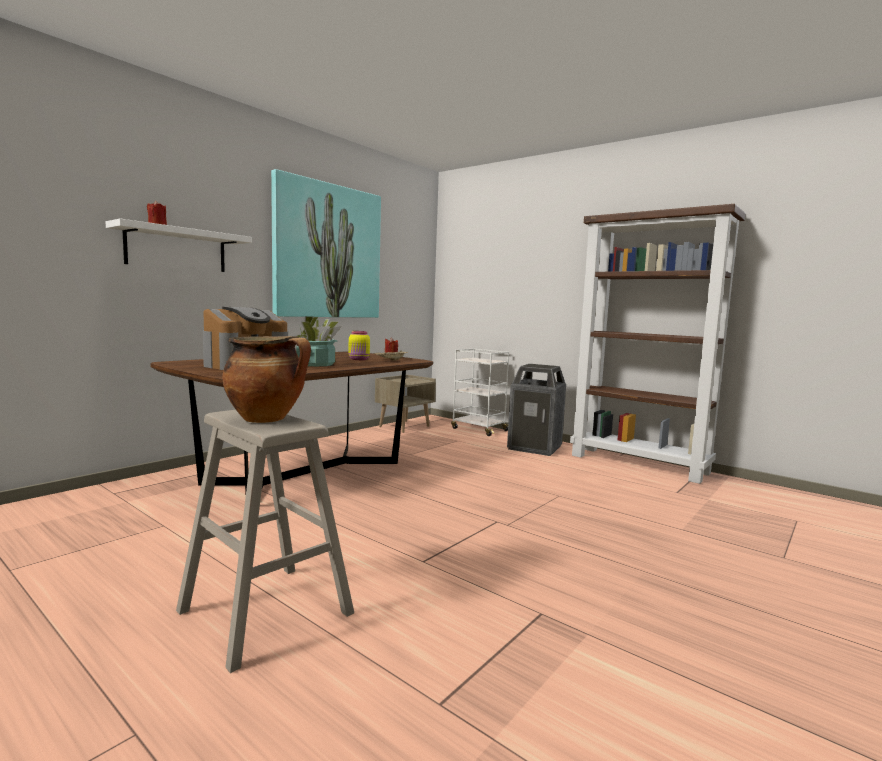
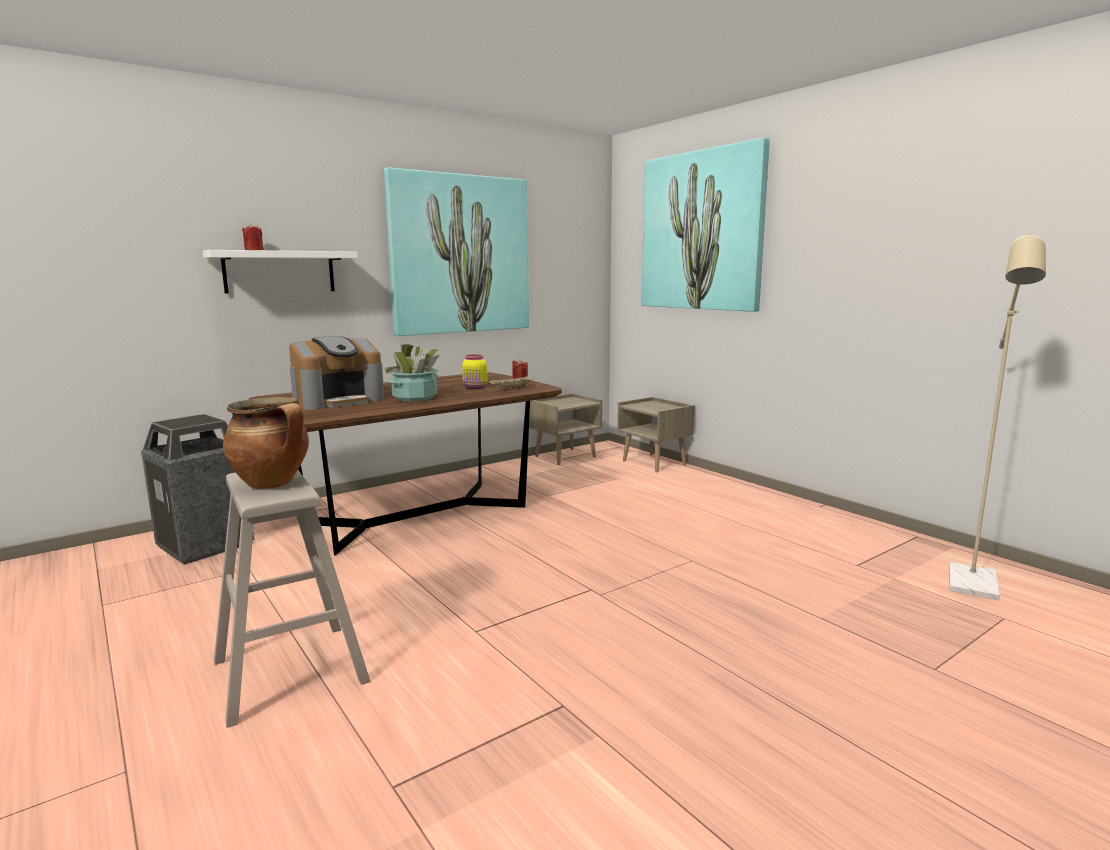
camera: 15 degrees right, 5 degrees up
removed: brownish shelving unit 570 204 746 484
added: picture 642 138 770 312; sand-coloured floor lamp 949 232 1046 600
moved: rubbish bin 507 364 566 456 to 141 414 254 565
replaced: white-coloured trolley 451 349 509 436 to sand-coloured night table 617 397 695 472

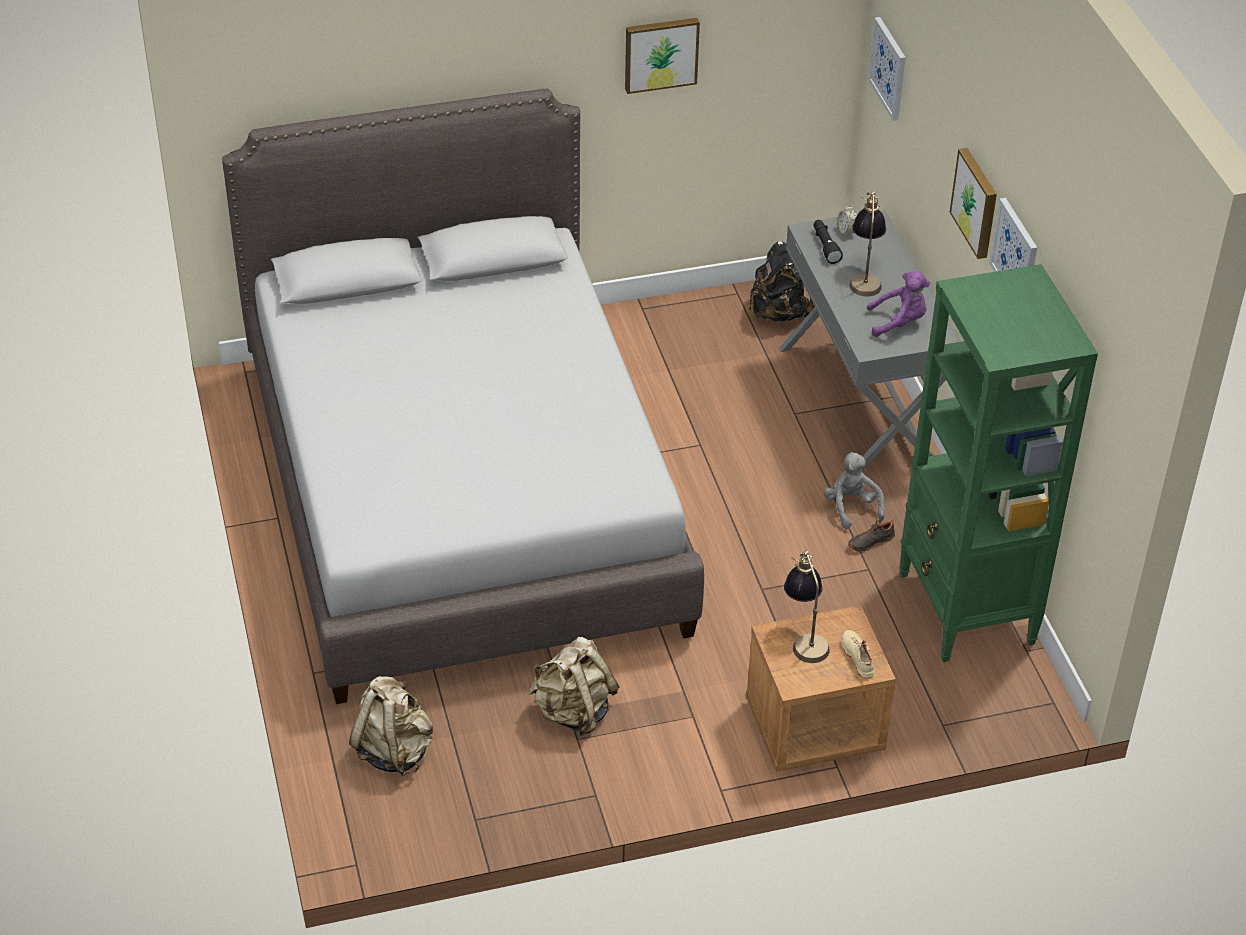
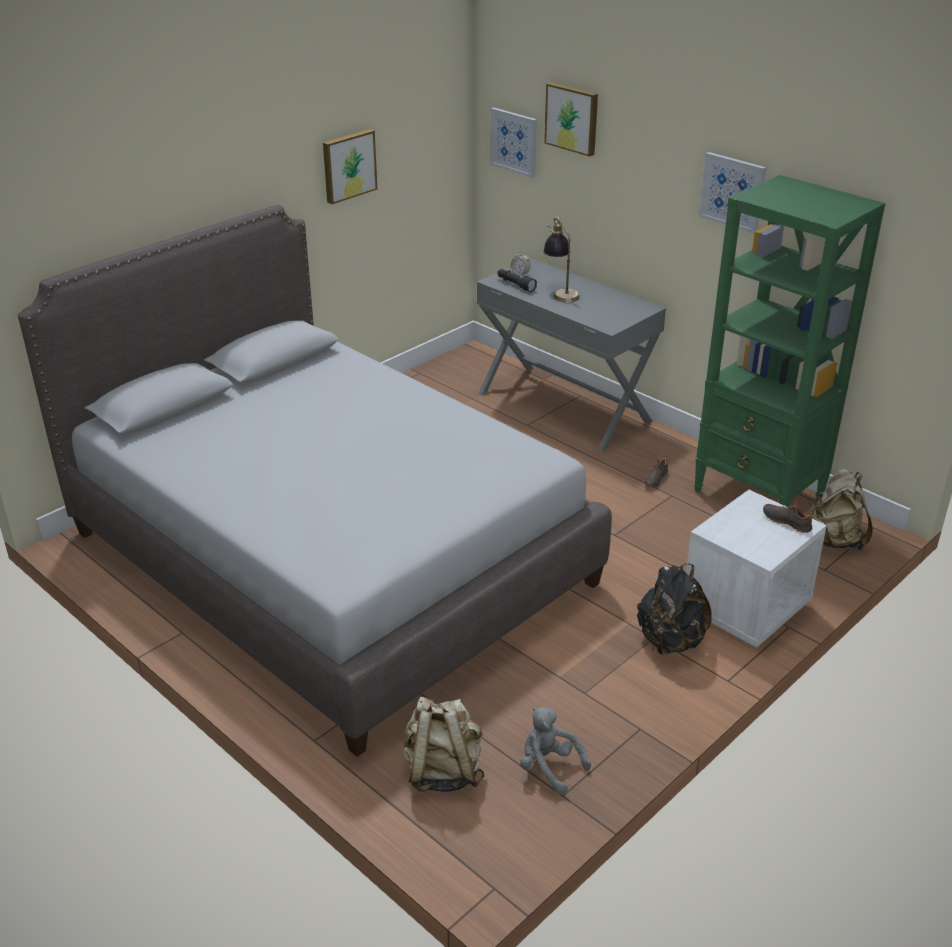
camera: 30 degrees left, 10 degrees down
removed: table lamp 784 550 830 663; purple cuddly toy 867 271 930 337
moved: sand-coloured backpack 528 637 619 736 to 807 469 873 550; black backpack 749 241 815 322 to 637 564 712 655; grey cuddly toy 823 452 885 529 to 520 707 591 795; picture 950 148 997 259 to 544 82 598 157
recoloured: brownish night table 746 605 896 772 to white-coloured night table 686 490 827 648; sand-coloured shoe 842 630 875 678 to black shoe 763 500 814 533

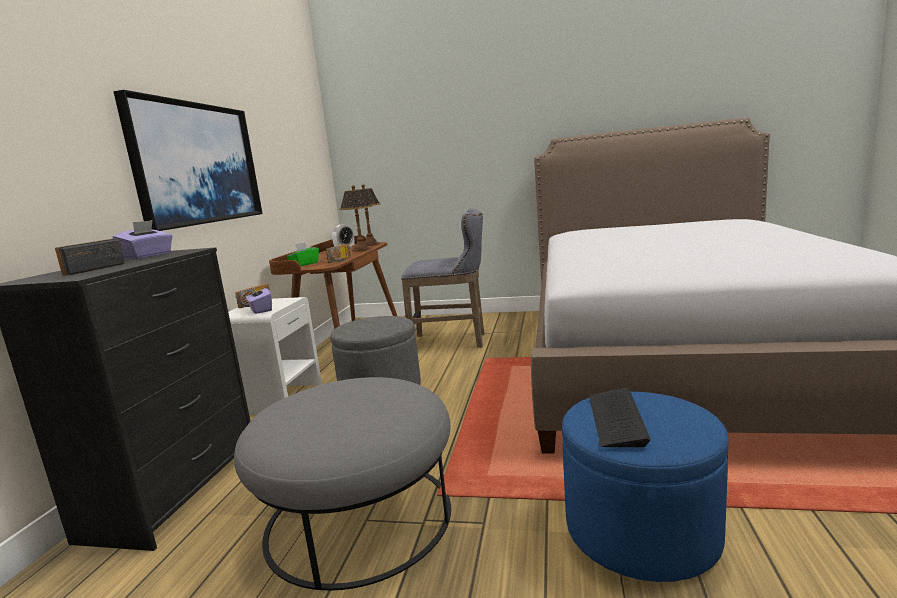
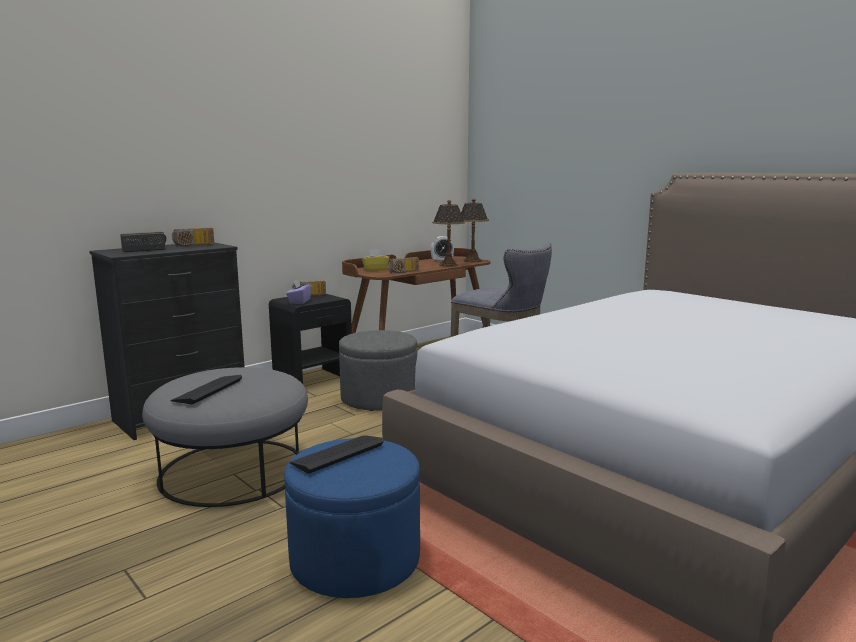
camera: 35 degrees right, 0 degrees up
removed: picture 113 90 263 231
added: PC keyboard 170 375 242 404
replaced: purple tissue box 113 220 173 259 to radio 172 228 214 247
recoloured: white-coloured night table 228 297 322 415 to black night table 269 294 352 384; green-coloured tissue box 287 242 319 266 to yellowish tissue box 362 249 389 271

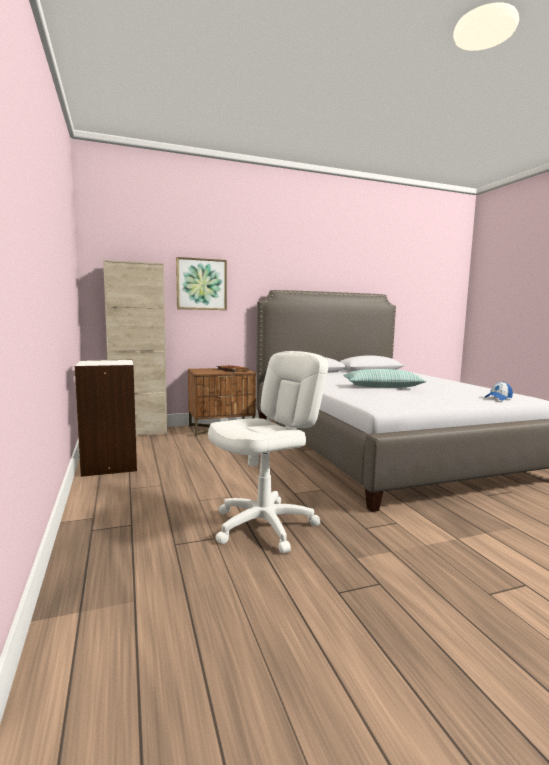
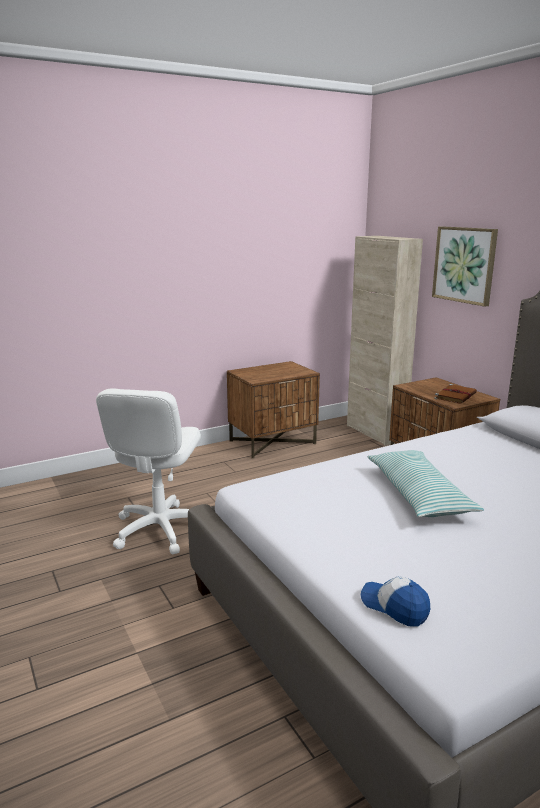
camera: 80 degrees right, 10 degrees up
replaced: white-coloured shelving unit 75 360 137 477 to brownish night table 227 361 320 459
turned: white-coloured office chair 208 351 329 553 = 96 388 201 554 60 degrees clockwise

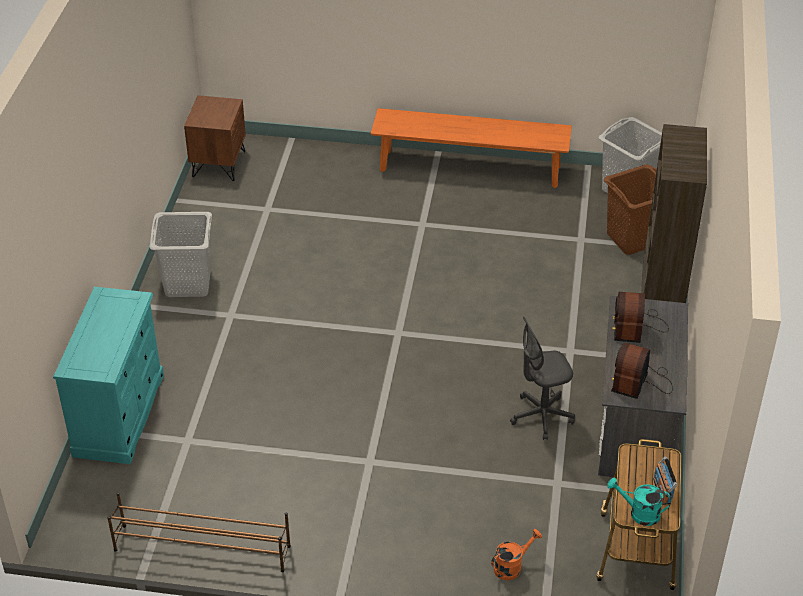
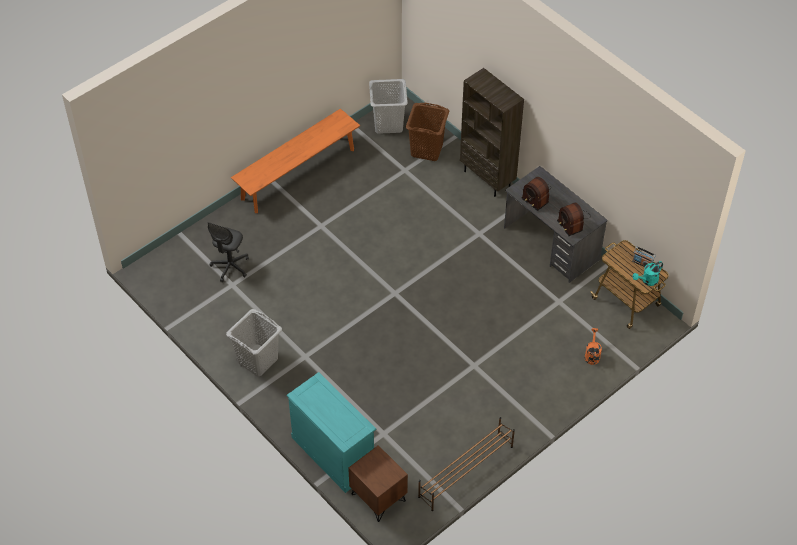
camera: 50 degrees left, 10 degrees up
moved: brownish night table 184 95 246 181 to 348 445 408 522; grey office chair 510 316 575 440 to 207 222 249 282

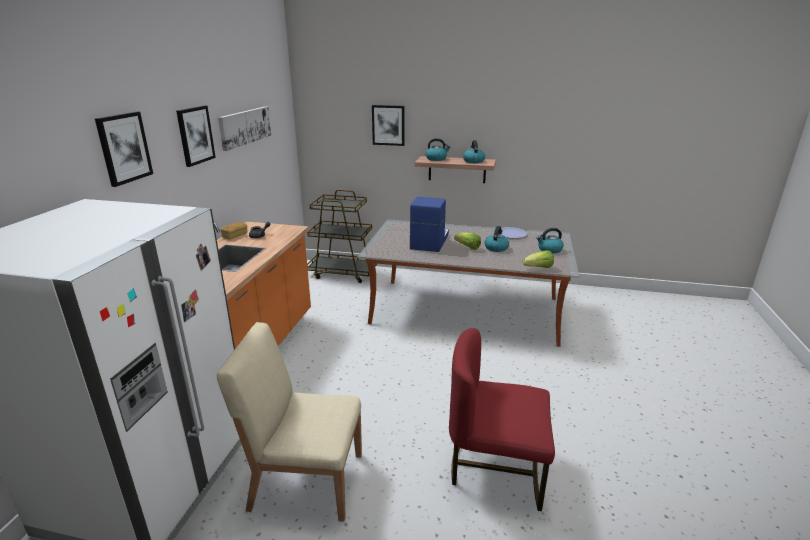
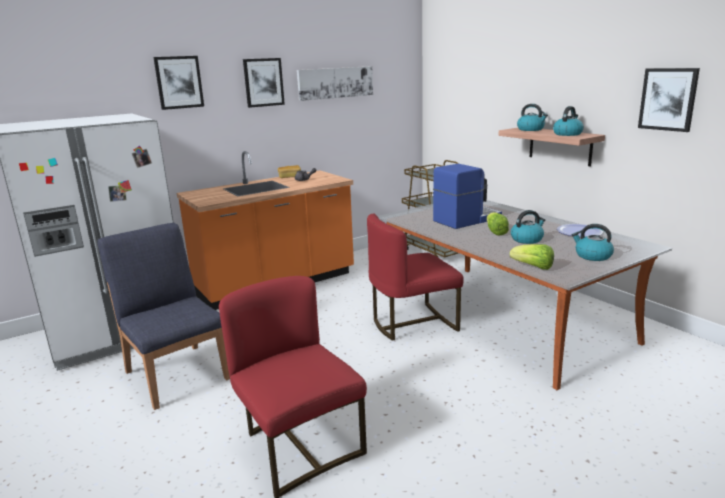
camera: 45 degrees right, 5 degrees down
added: red chair 367 214 464 341
moved: picture 372 105 405 146 to 638 68 700 132
recoloured: sand-coloured chair 217 322 362 522 to blue chair 97 223 230 410

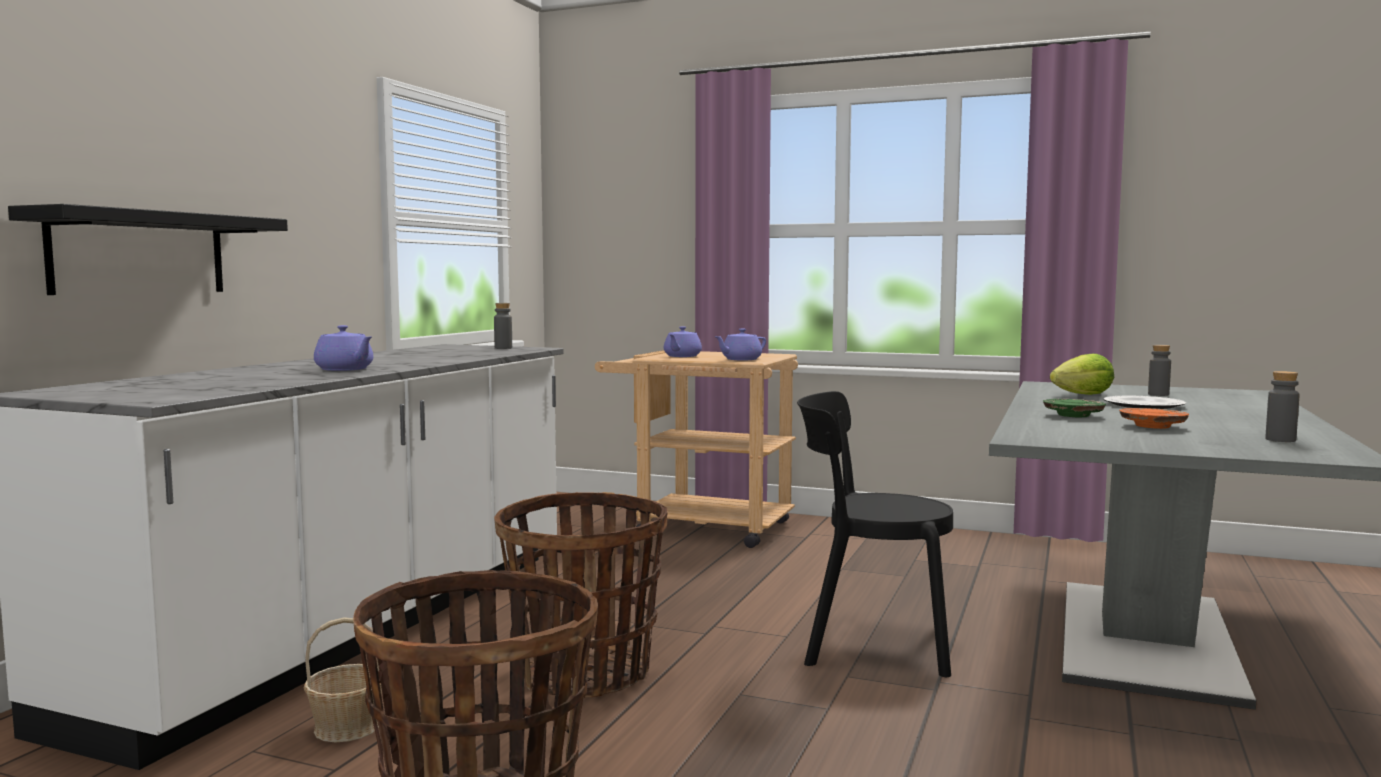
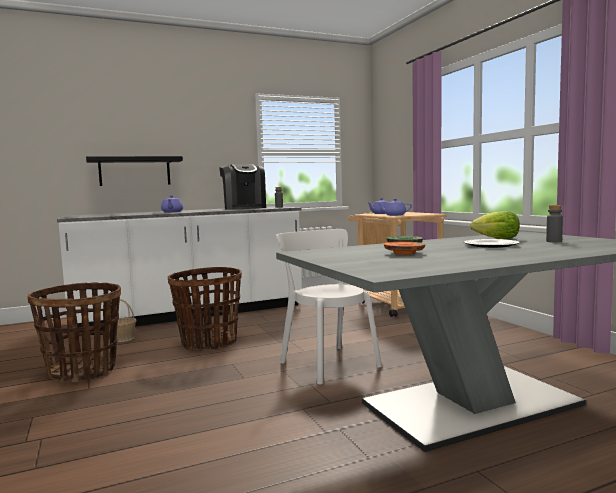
camera: 45 degrees right, 0 degrees up
removed: grey drink bottle 1265 371 1299 442
added: coffee maker 219 164 266 210
recoloured: black chair 797 391 953 677 to white-coloured chair 276 229 382 384

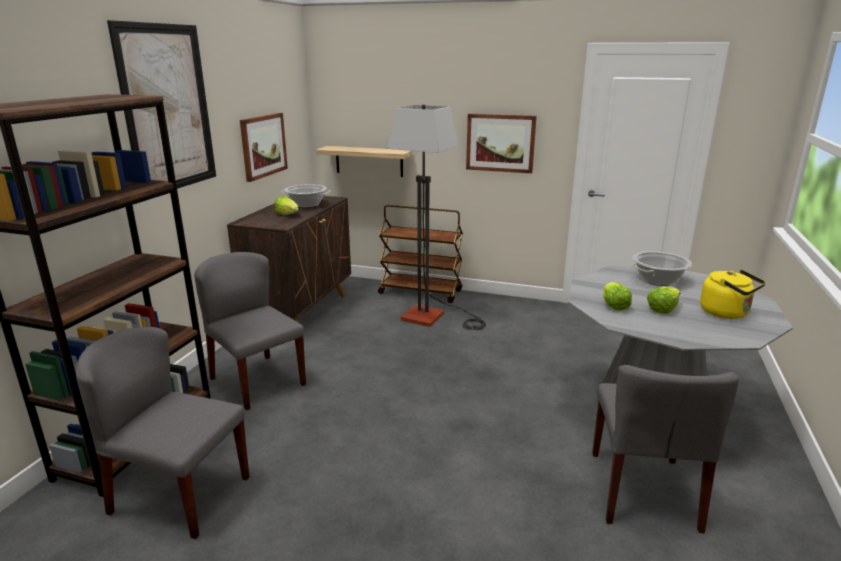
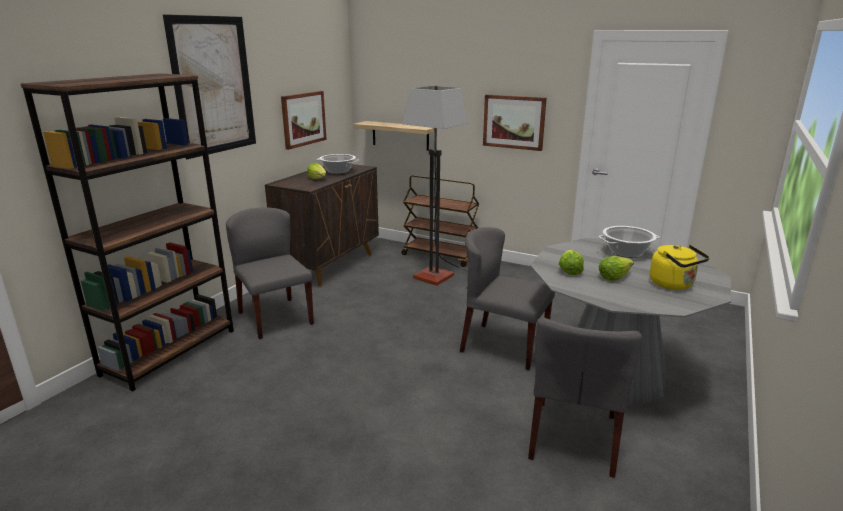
camera: 10 degrees right, 0 degrees up
moved: grey chair 76 327 249 539 to 460 227 555 370

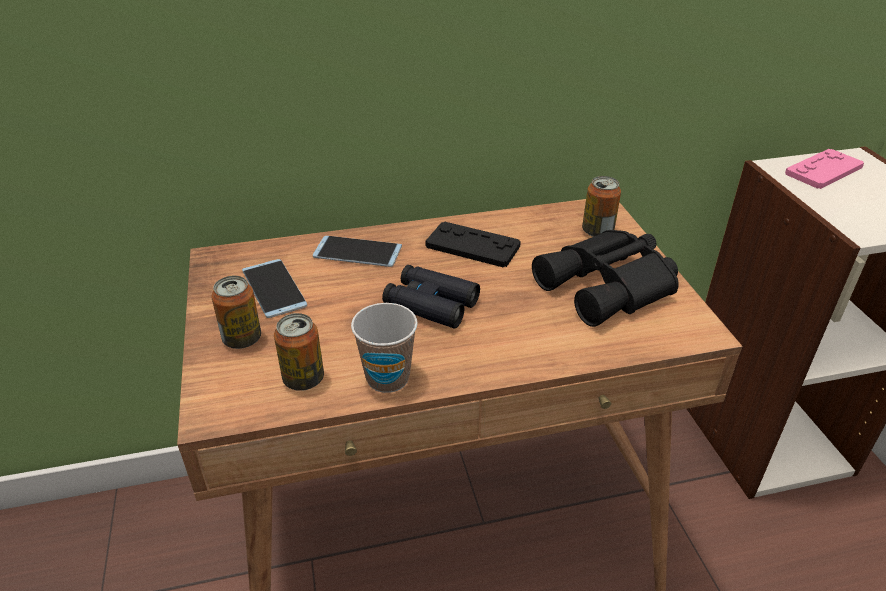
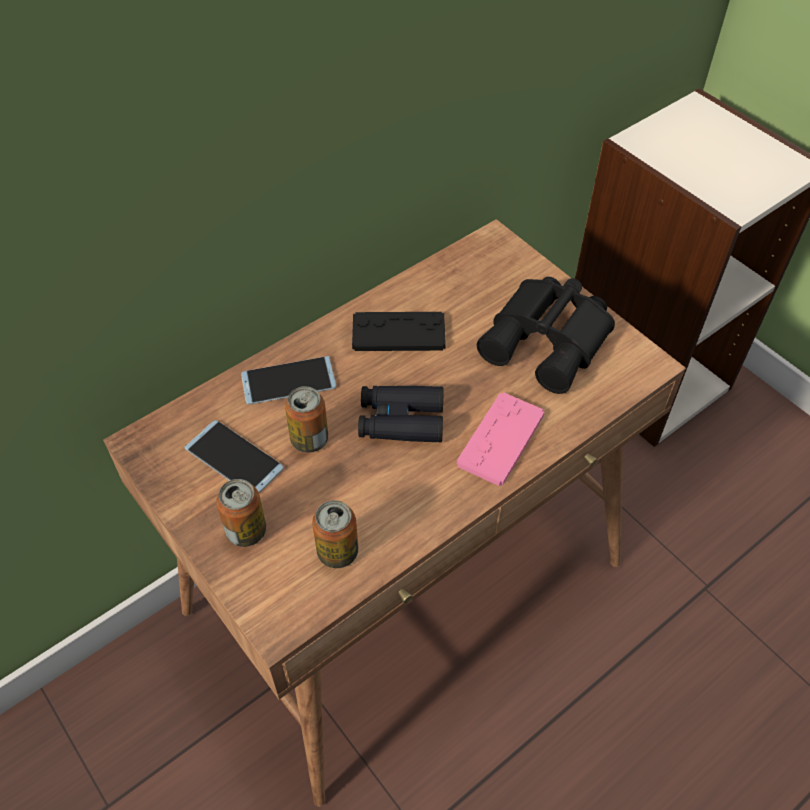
camera: 25 degrees left, 15 degrees up
removed: cup 351 303 417 393
moved: sealed can 582 176 621 237 to 285 386 328 453; pink-coloured joypad 785 149 864 189 to 457 392 544 486

